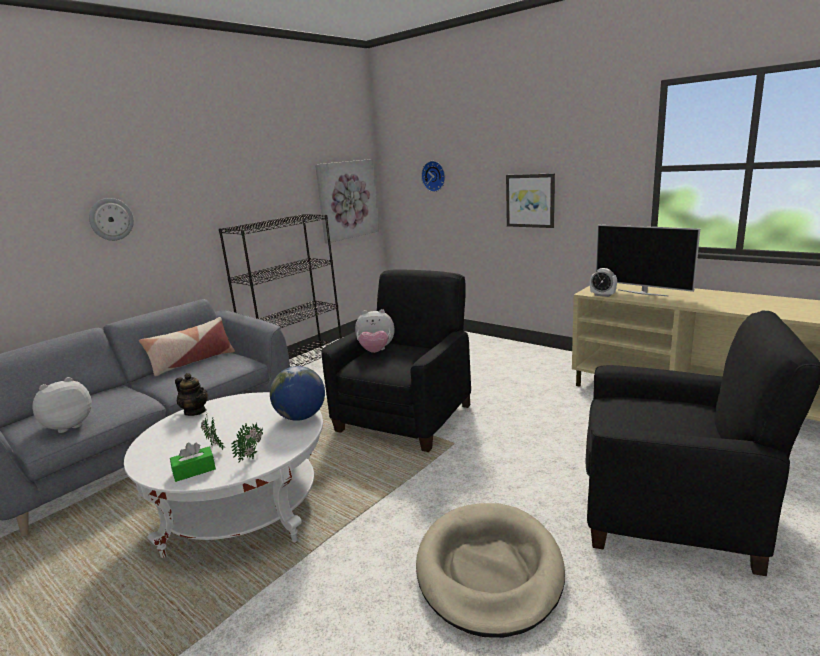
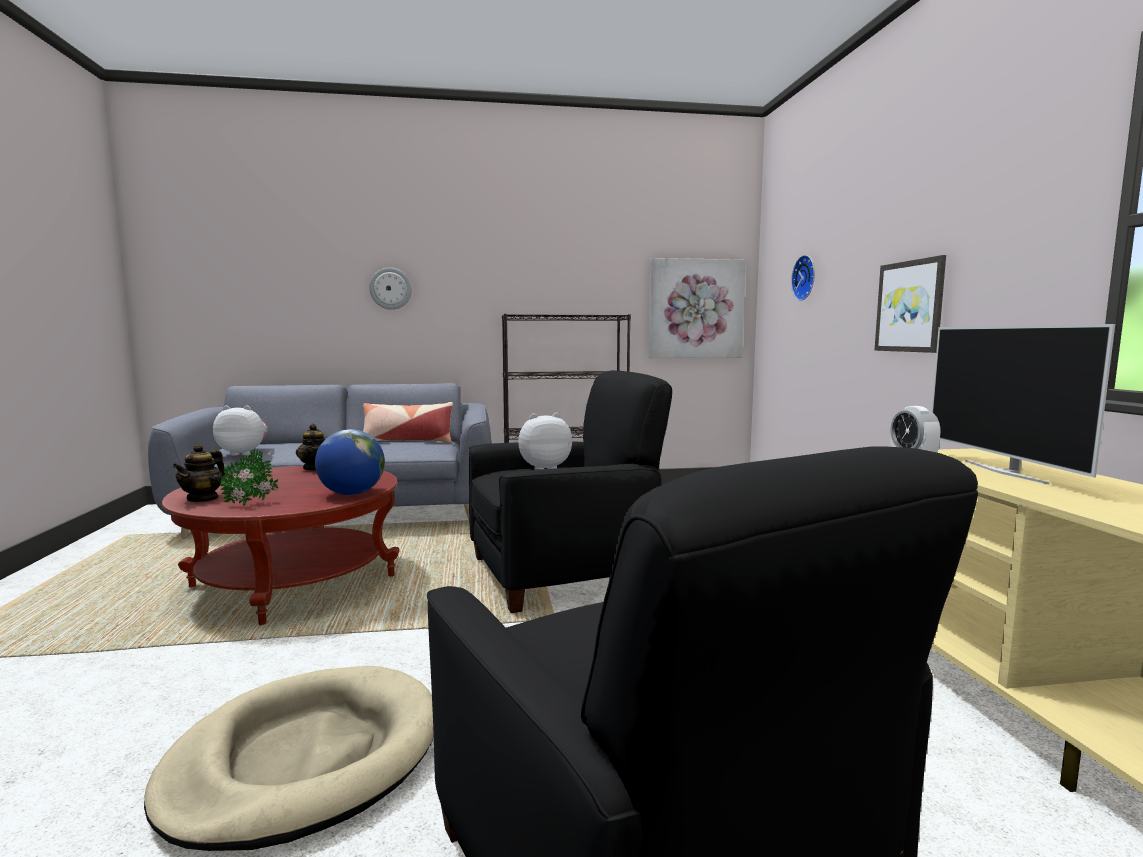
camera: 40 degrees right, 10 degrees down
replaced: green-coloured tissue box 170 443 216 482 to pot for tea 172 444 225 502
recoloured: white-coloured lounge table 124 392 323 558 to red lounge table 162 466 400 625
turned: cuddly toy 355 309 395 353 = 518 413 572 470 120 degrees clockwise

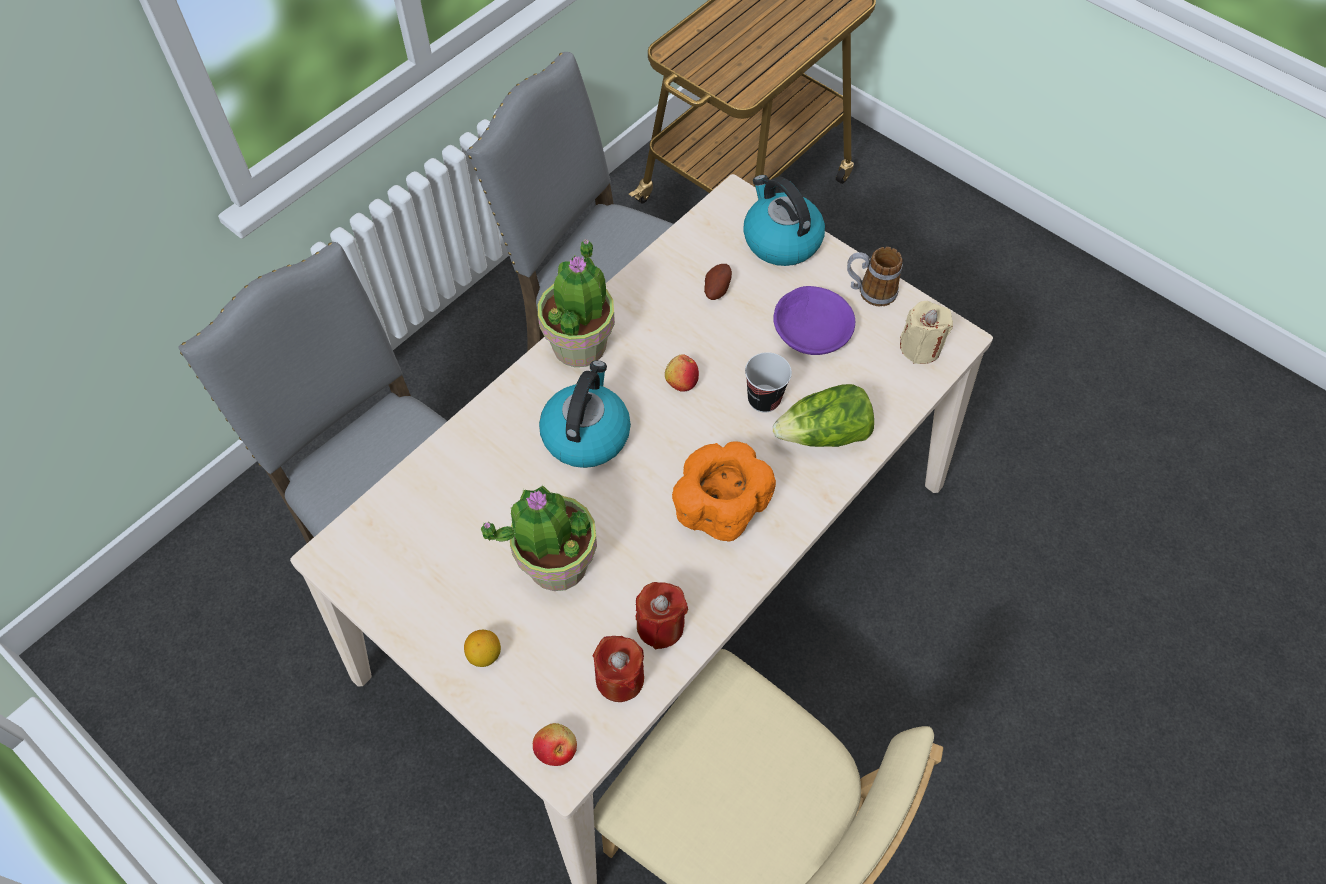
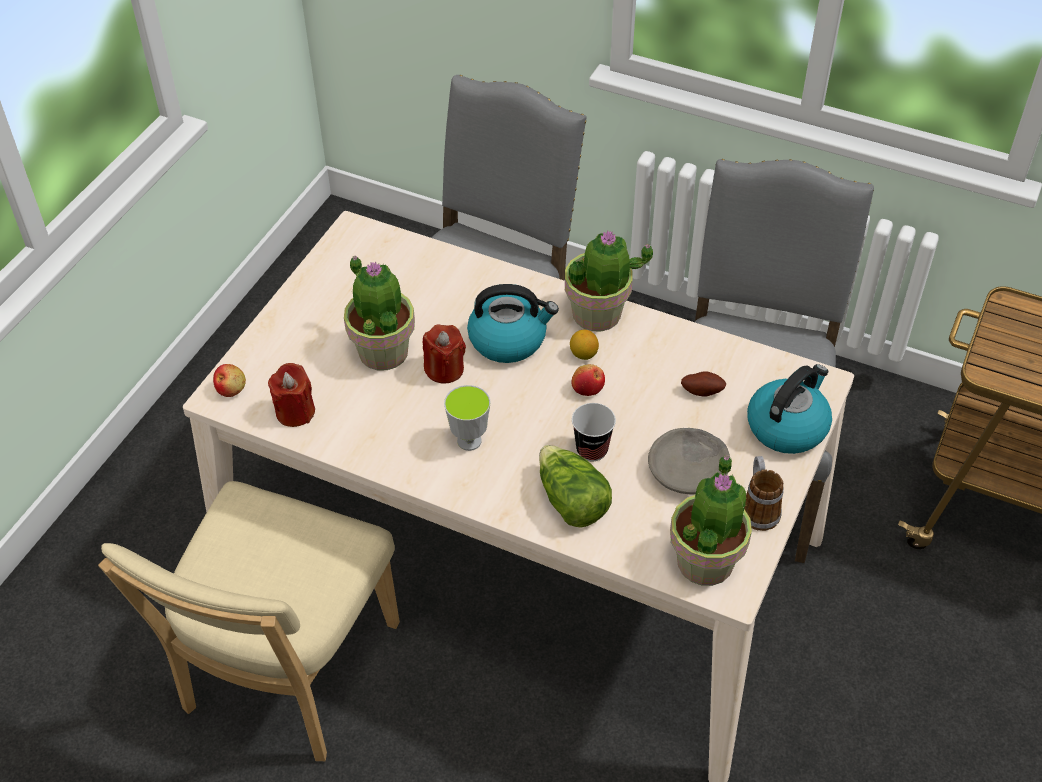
camera: 75 degrees right, 10 degrees down
moved: citrus fruit 464 630 501 667 to 570 330 599 360; red wax candle 636 582 688 650 to 423 325 466 384
replaced: orangey deep dish 672 441 776 542 to cup 444 385 491 451; sand-coloured wax candle 900 301 953 364 to plant in a pot 670 455 752 586
recoloured: purple deep dish 773 286 855 355 to grey deep dish 648 428 730 494

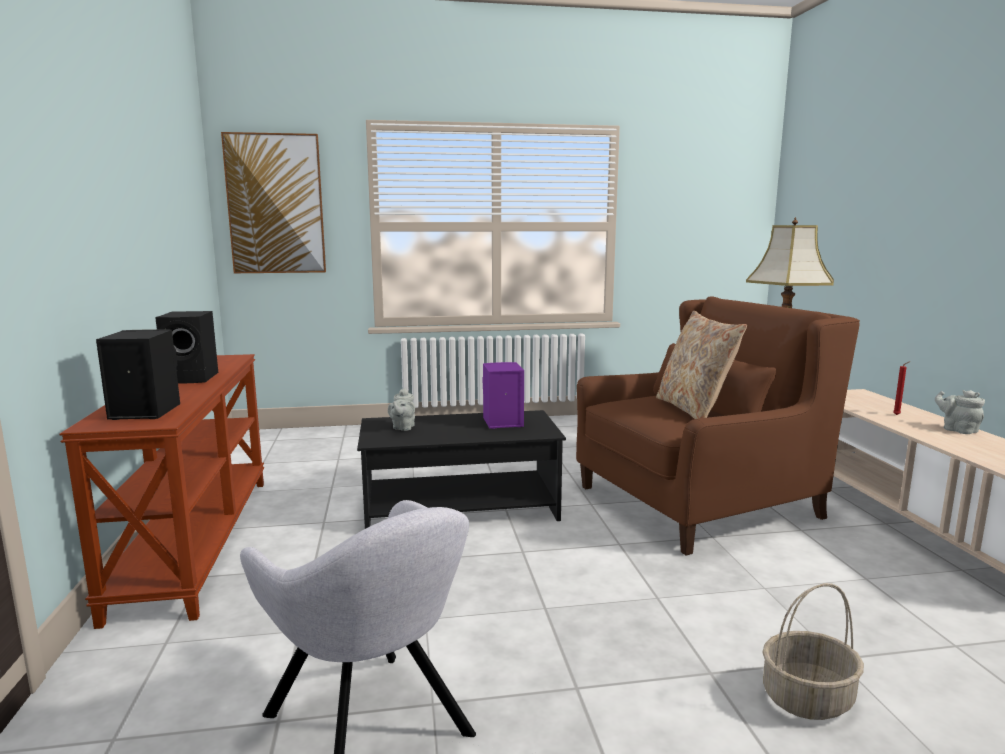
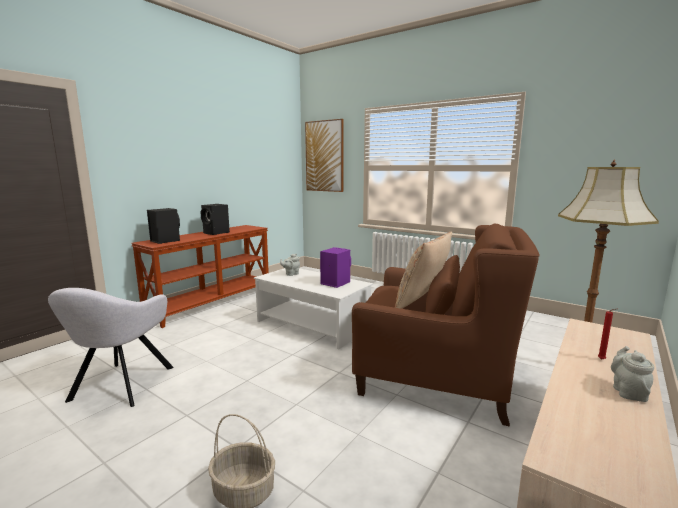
camera: 45 degrees right, 0 degrees up
recoloured: black lounge table 357 410 566 529 to white-coloured lounge table 254 268 373 349

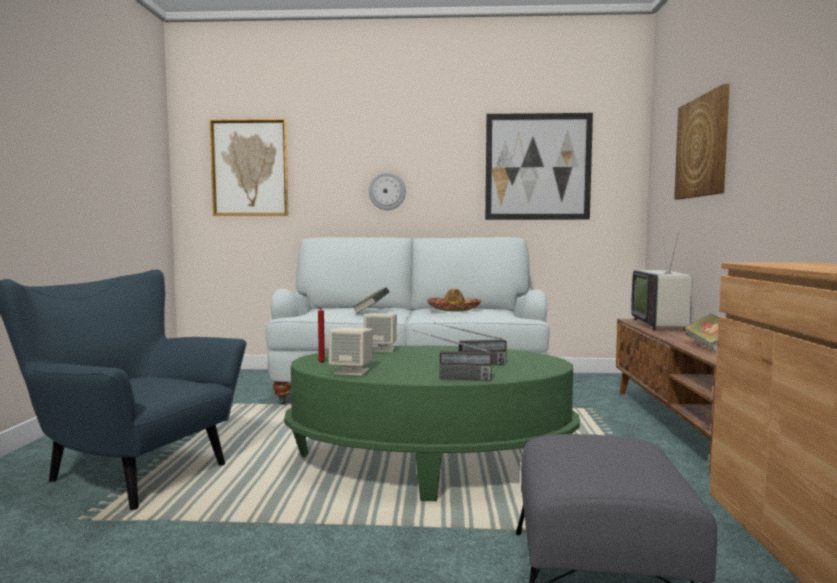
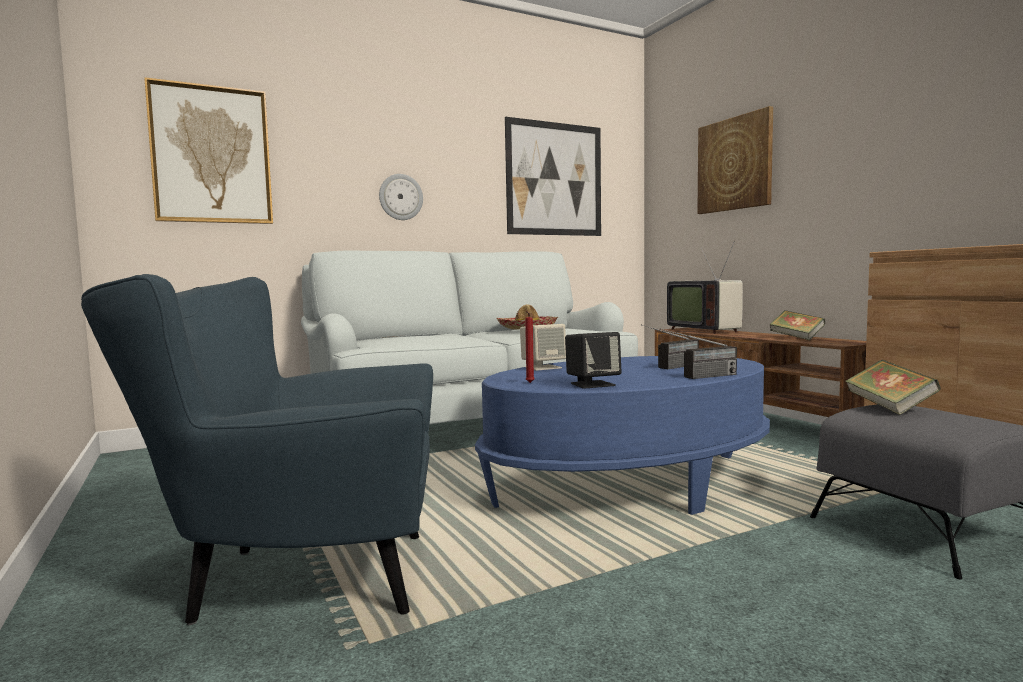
camera: 30 degrees left, 0 degrees up
moved: book 353 287 389 314 to 845 360 940 415
recoloured: green-coloured lounge table 284 346 580 501 to blue lounge table 475 356 770 515; sand-coloured loudspeaker 329 328 373 376 to black loudspeaker 565 332 622 389

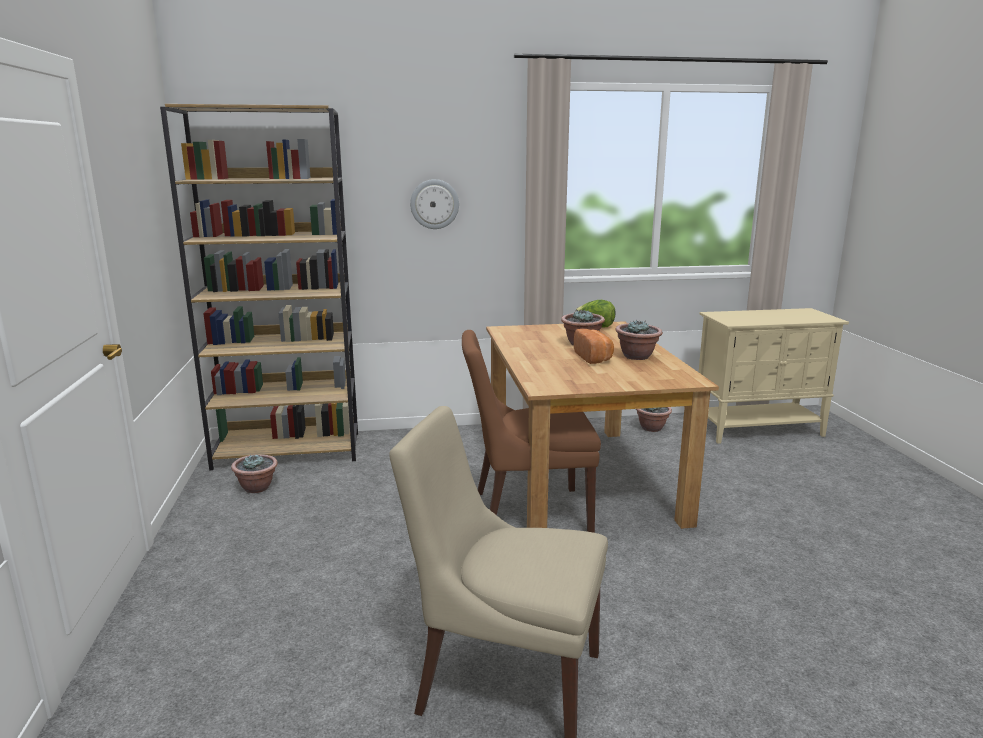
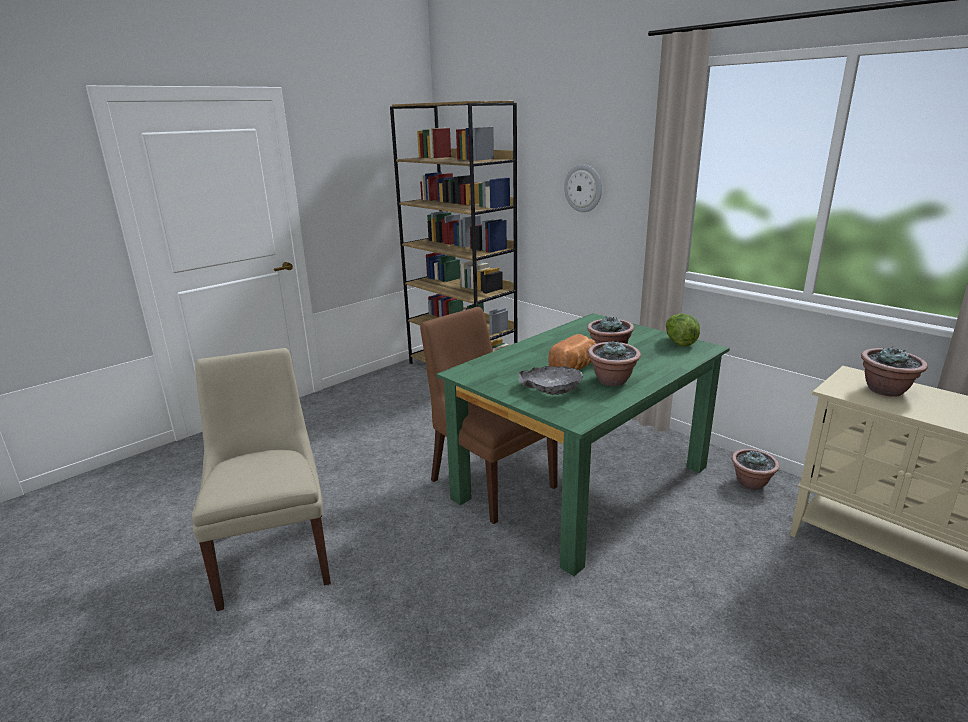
camera: 55 degrees right, 5 degrees up
added: grey deep dish 519 366 583 395
moved: plant in a pot 231 454 278 493 to 861 347 928 397
recoloured: brownish kitchen table 486 321 719 529 to green-coloured kitchen table 436 313 730 576

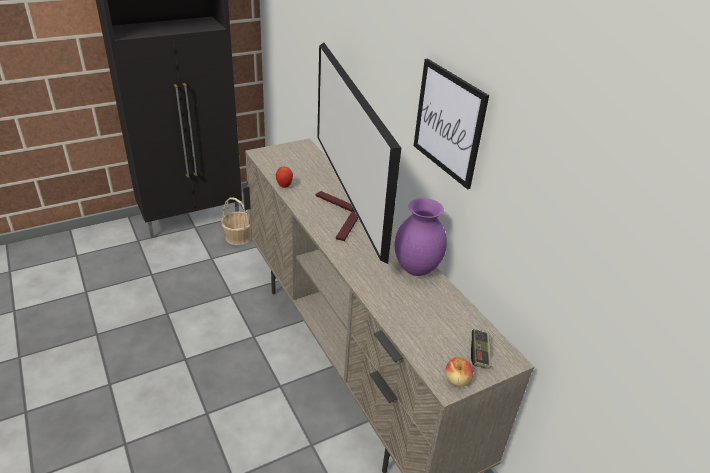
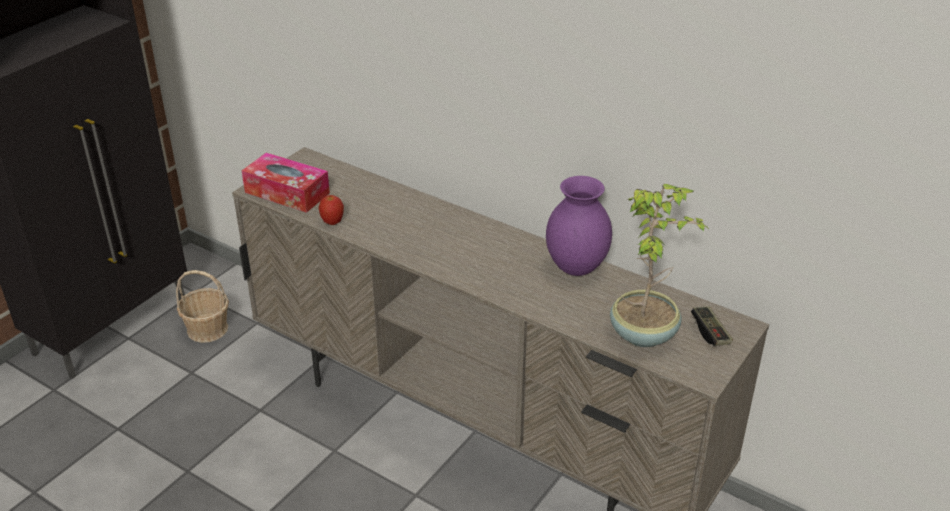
camera: 25 degrees left, 0 degrees up
removed: television 316 43 401 264; picture 414 58 489 189; apple 445 357 473 387
added: tissue box 242 153 330 213; plant in a pot 610 184 711 347

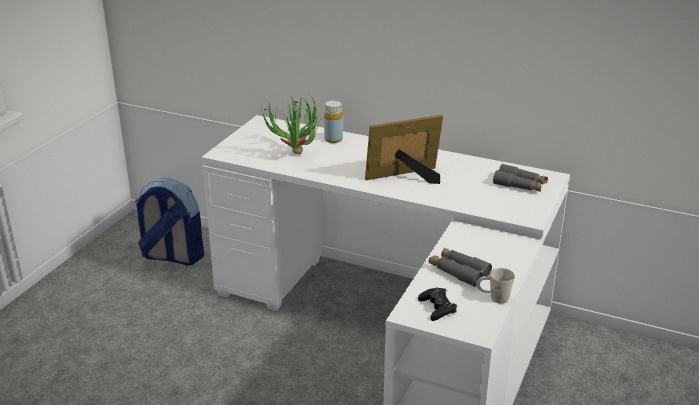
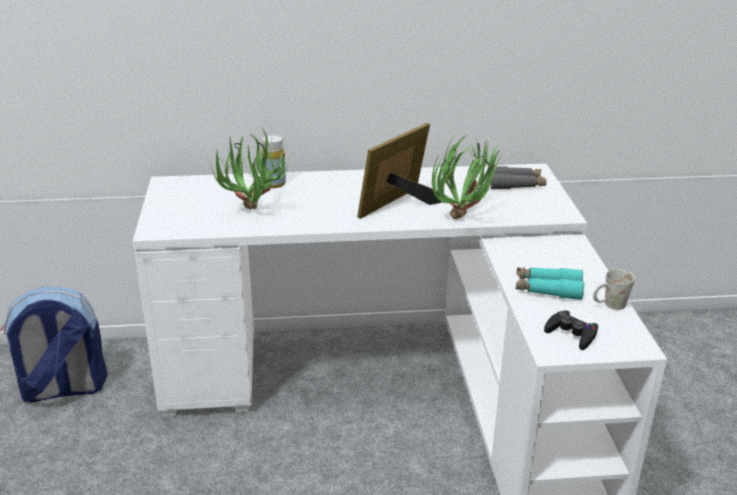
camera: 30 degrees left, 0 degrees up
added: plant in a pot 432 135 507 219
recoloured: grey binoculars 429 248 492 287 to turquoise binoculars 516 268 584 300

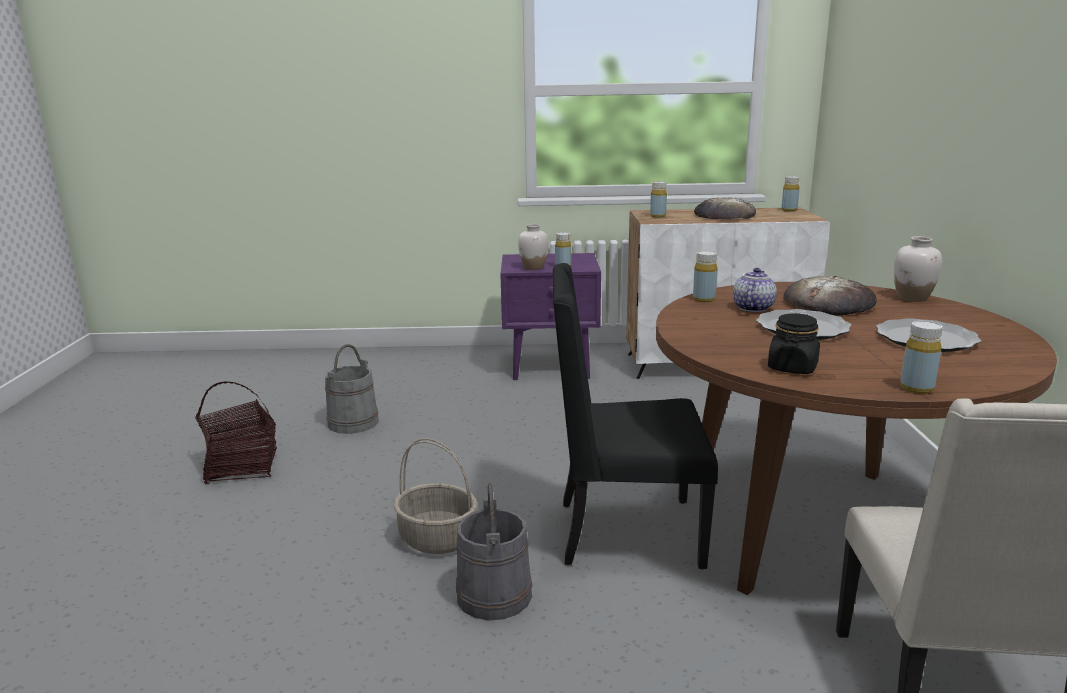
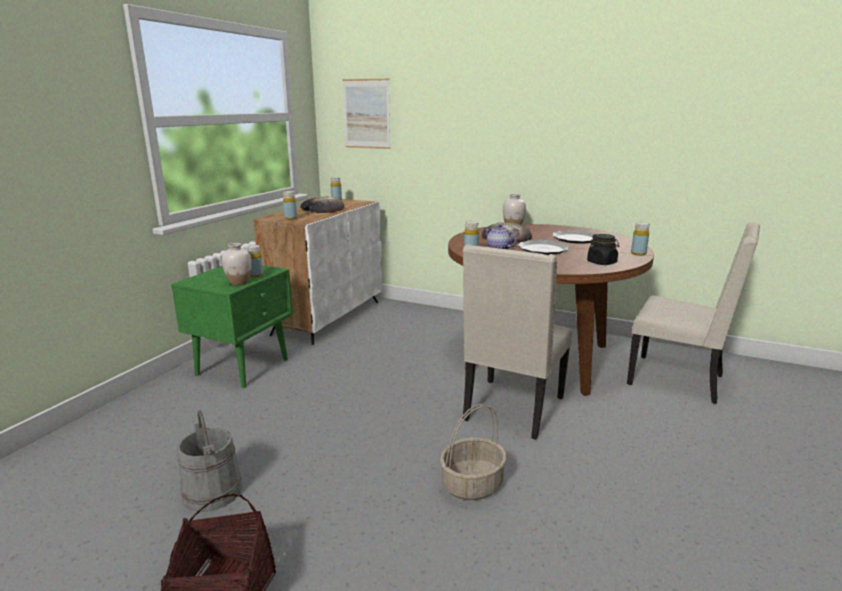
camera: 65 degrees left, 0 degrees up
removed: grey water bucket 456 483 532 621
added: picture 342 79 391 149
recoloured: purple night table 500 253 601 380 to green-coloured night table 171 266 293 388; black chair 553 263 718 569 to sand-coloured chair 463 244 572 440

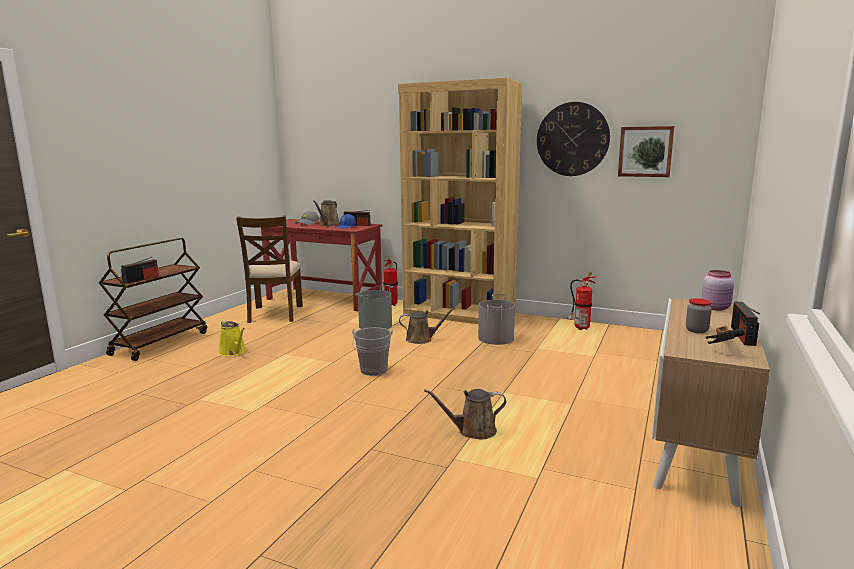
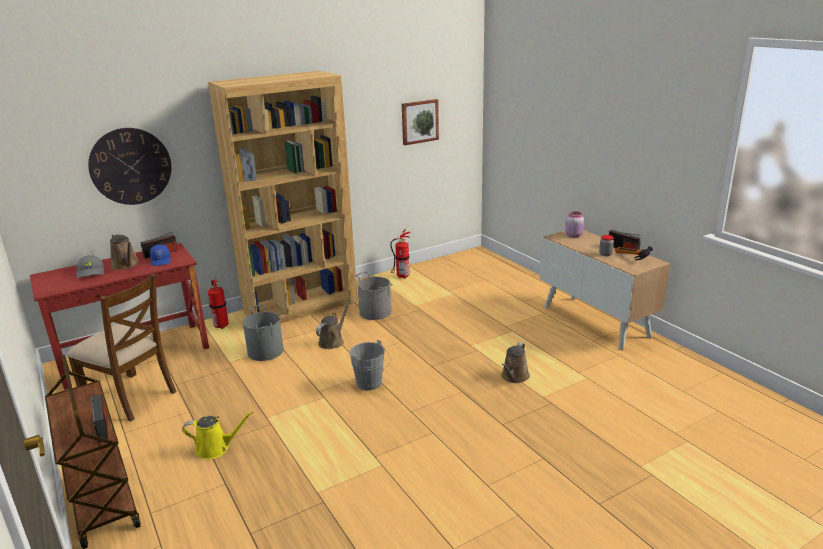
camera: 55 degrees left, 10 degrees up
moved: clock on the wall 537 102 610 176 to 88 128 172 205

